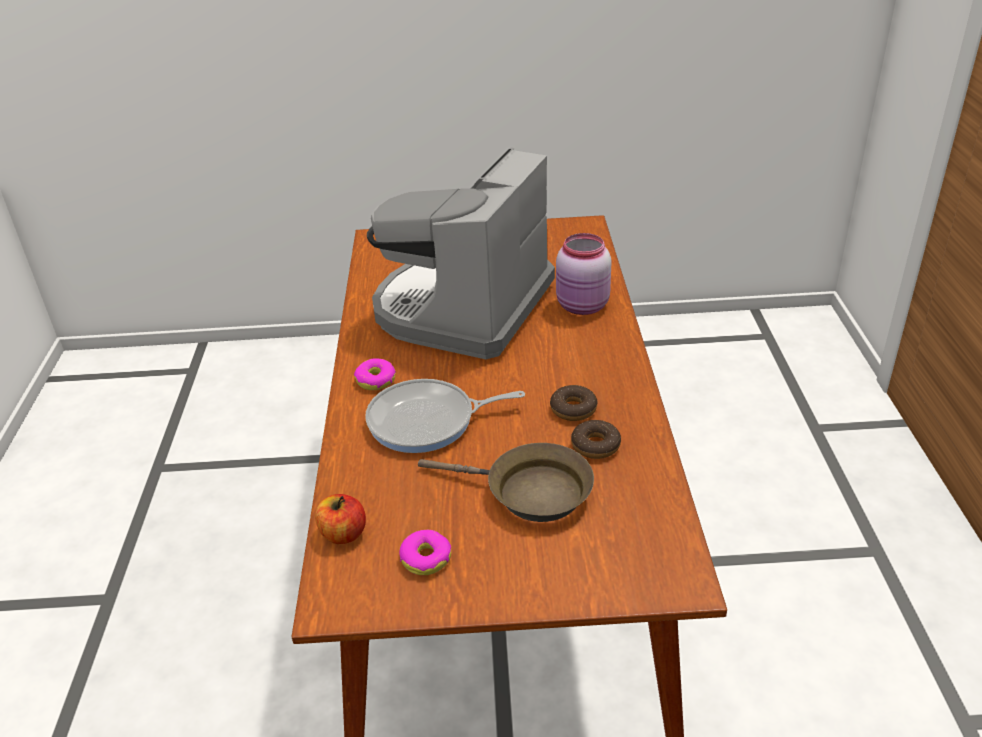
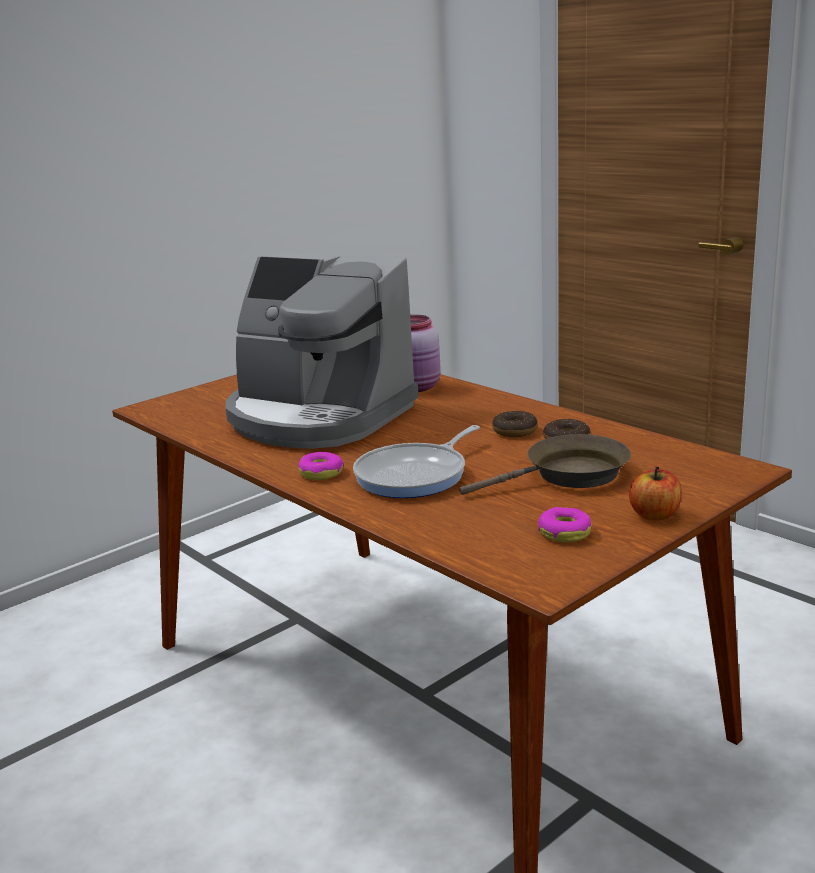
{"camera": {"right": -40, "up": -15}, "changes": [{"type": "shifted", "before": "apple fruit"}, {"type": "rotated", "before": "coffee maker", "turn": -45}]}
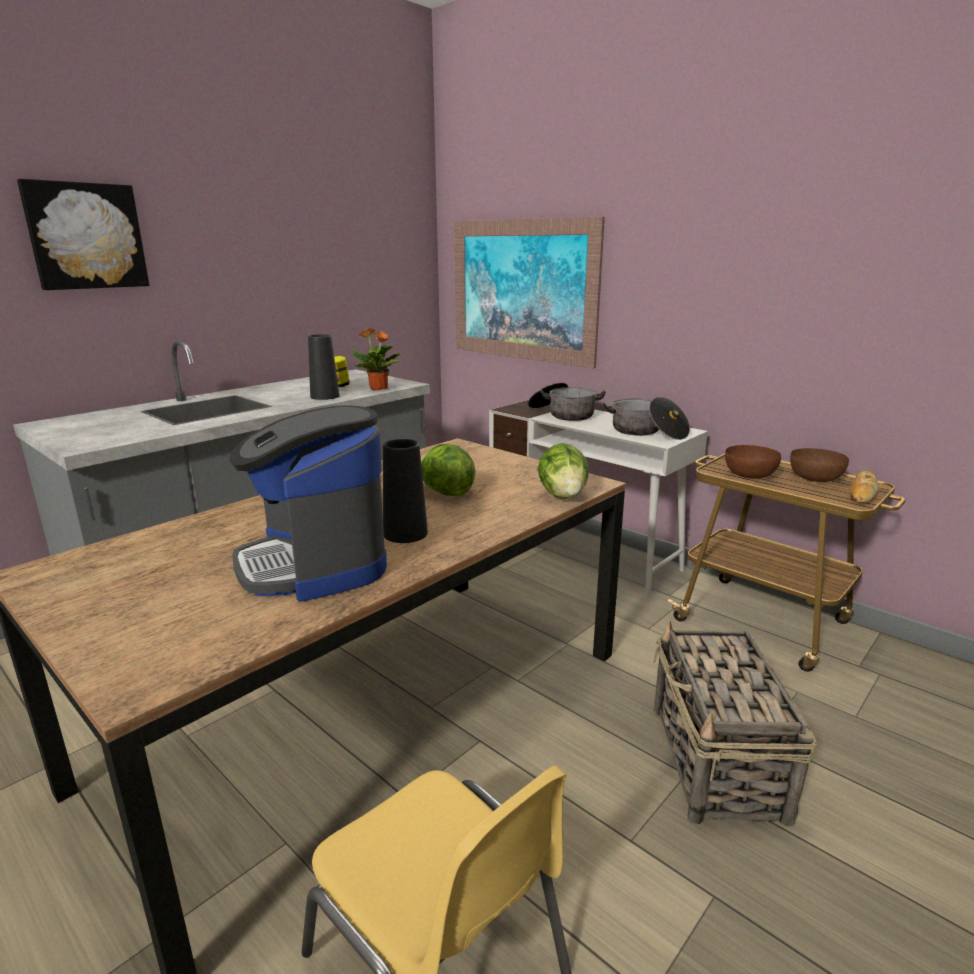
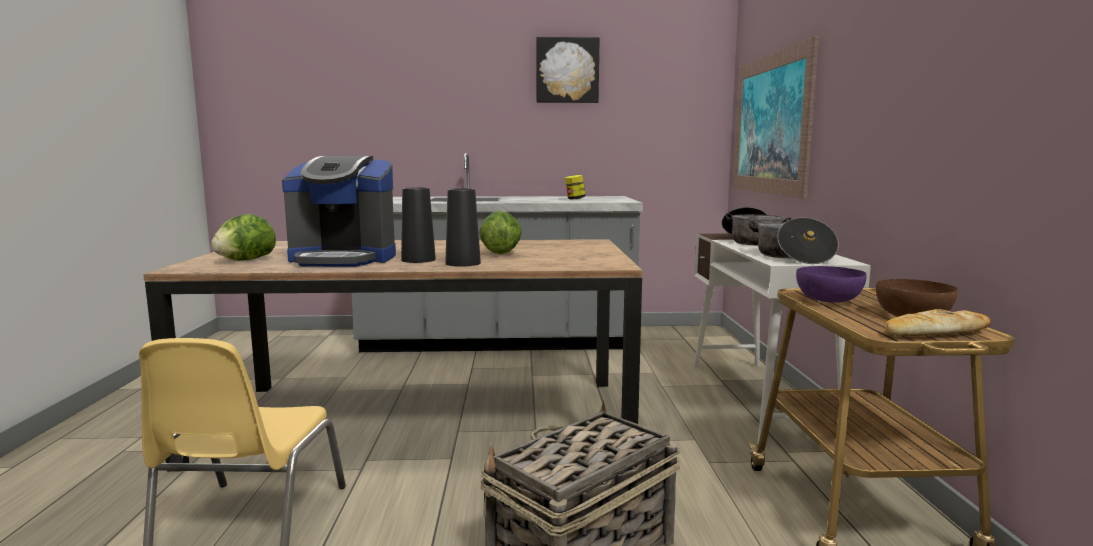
{"camera": {"right": 45, "up": -10}, "changes": [{"type": "gone", "before": "plant in a pot"}, {"type": "shifted", "before": "picture (no. 1 from left)"}, {"type": "shifted", "before": "black-coloured flower vase (no. 1 from left in the first image)", "after": "black-coloured flower vase (no. 2 from left)"}, {"type": "shifted", "before": "lettuce (no. 2 from left in the first image)", "after": "lettuce (no. 1 from left)"}, {"type": "repainted", "before": "brown-coloured bowl (no. 1 from left)", "after": "purple-coloured bowl"}, {"type": "rotated", "before": "coffee maker", "turn": -105}]}
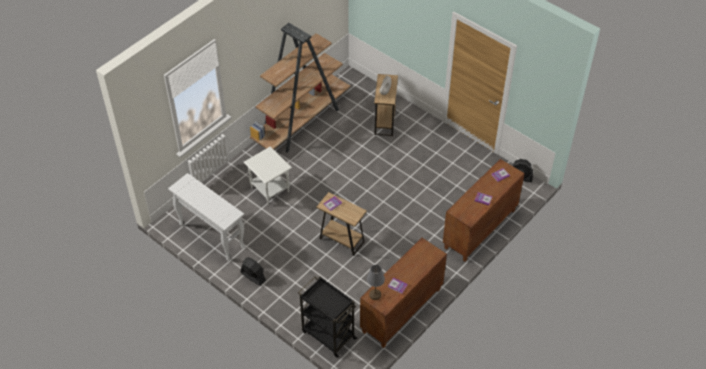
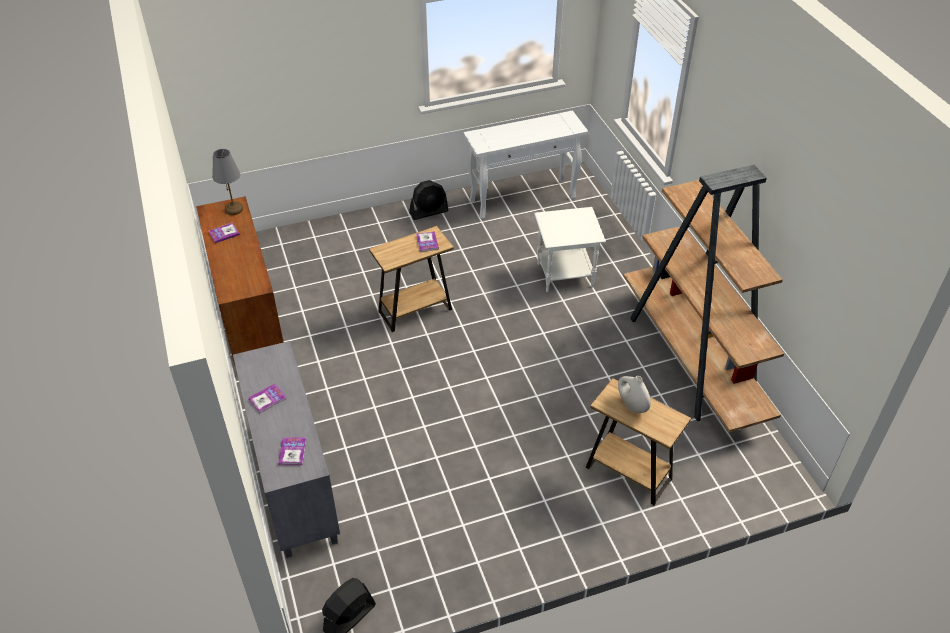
{"camera": {"right": 120, "up": -5}, "changes": [{"type": "gone", "before": "black-coloured cart"}, {"type": "repainted", "before": "brown-coloured cabinet (no. 2 from left)", "after": "greyish cabinet"}]}
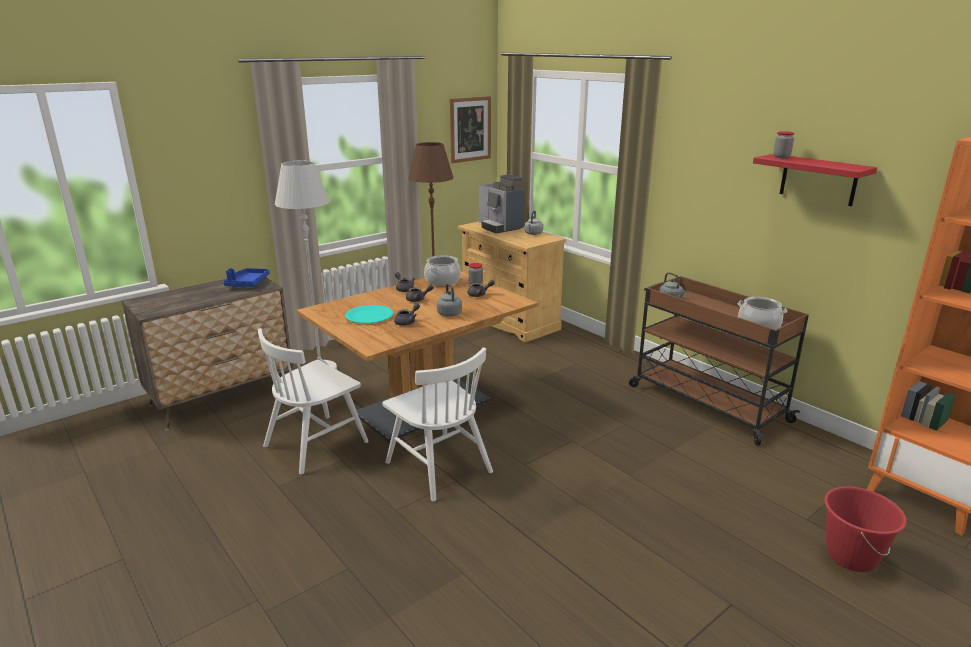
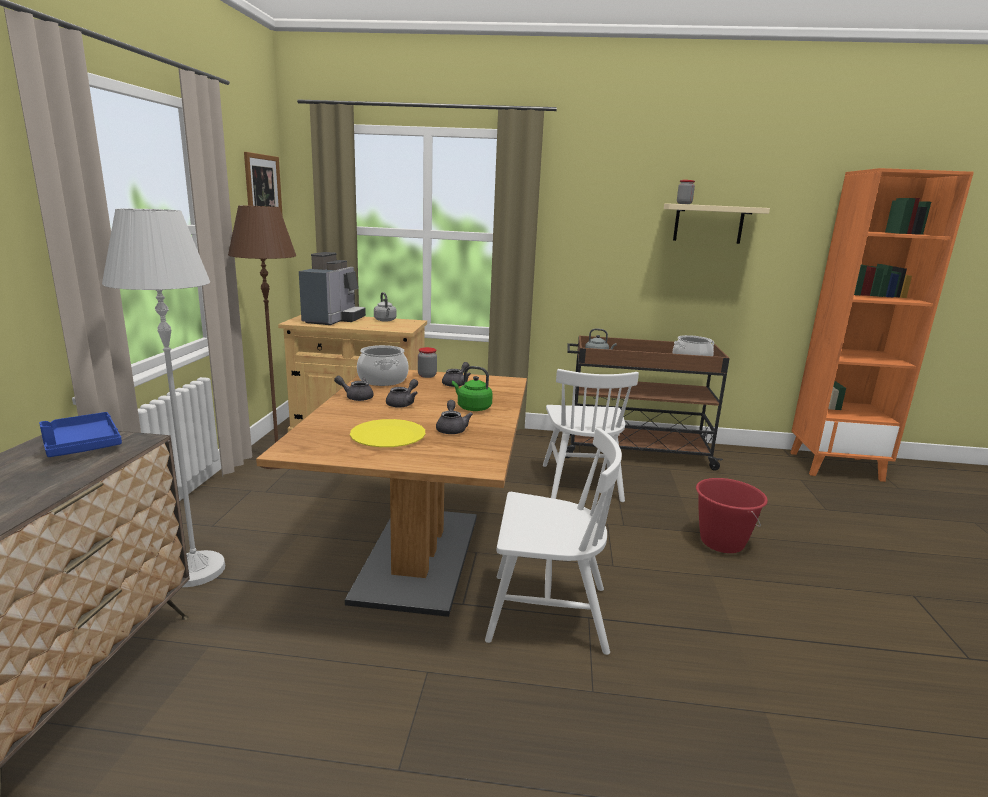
{"camera": {"right": -45, "up": -5}, "changes": [{"type": "shifted", "before": "white-coloured upright chair (no. 1 from left in the first image)", "after": "white-coloured upright chair (no. 2 from left)"}, {"type": "shifted", "before": "red water bucket"}, {"type": "repainted", "before": "turquoise-coloured plate", "after": "yellow plate"}, {"type": "repainted", "before": "greyish water kettle (no. 1 from left)", "after": "green water kettle"}, {"type": "repainted", "before": "red shelf", "after": "sand-coloured shelf"}, {"type": "rotated", "before": "coffee maker", "turn": -90}]}
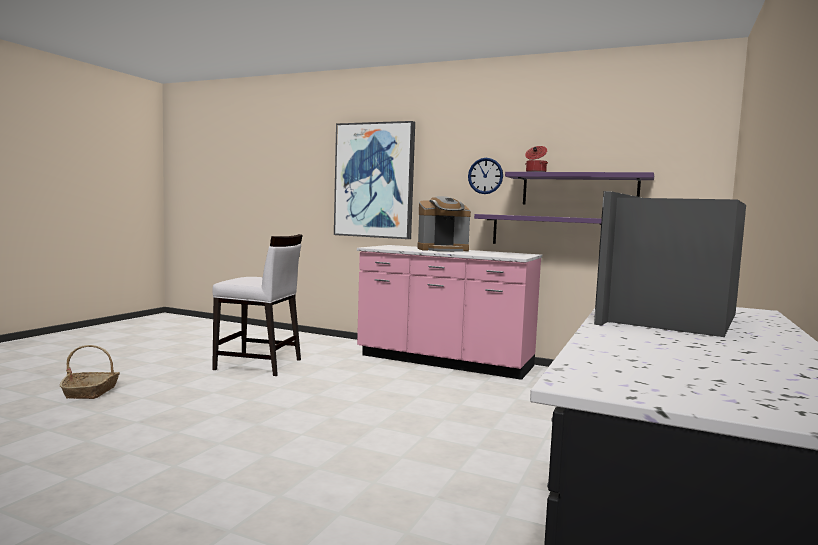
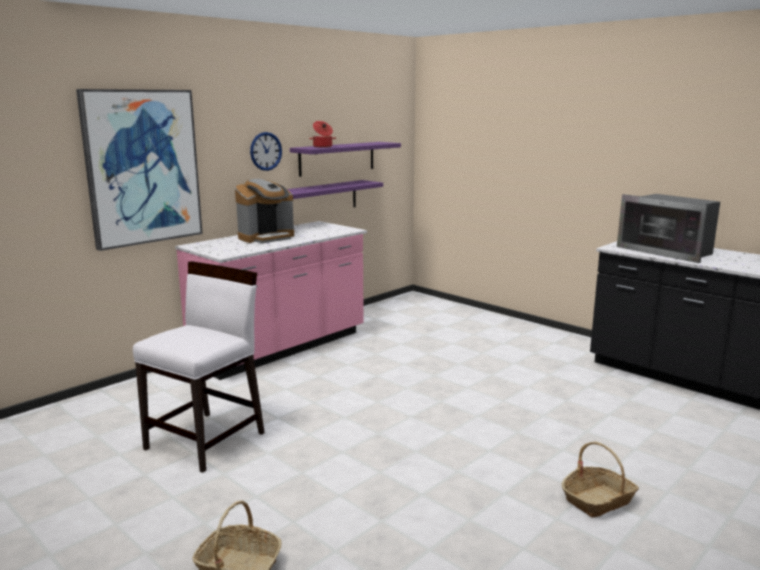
{"camera": {"right": -70, "up": 10}, "changes": [{"type": "new", "after": "household basket (no. 2 from left)"}, {"type": "rotated", "before": "coffee maker", "turn": 45}]}
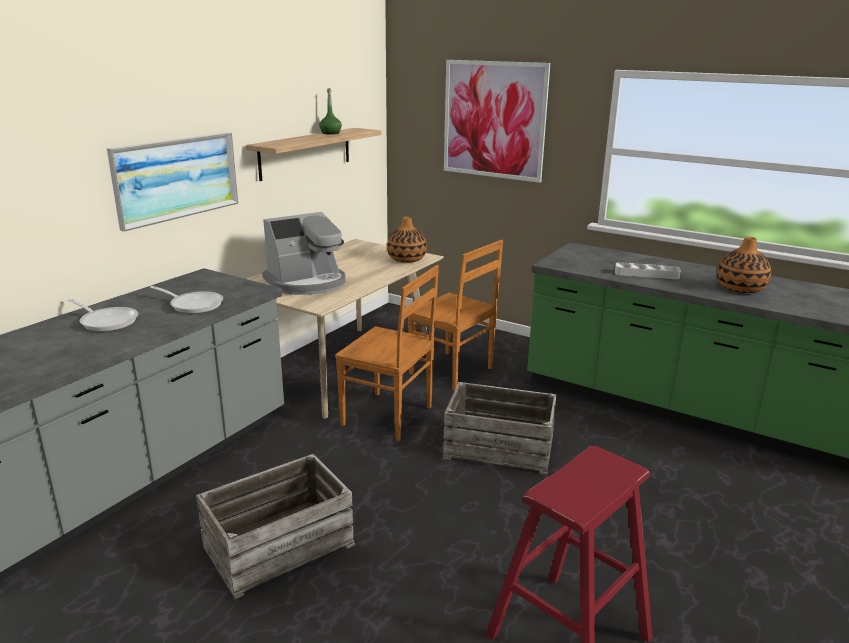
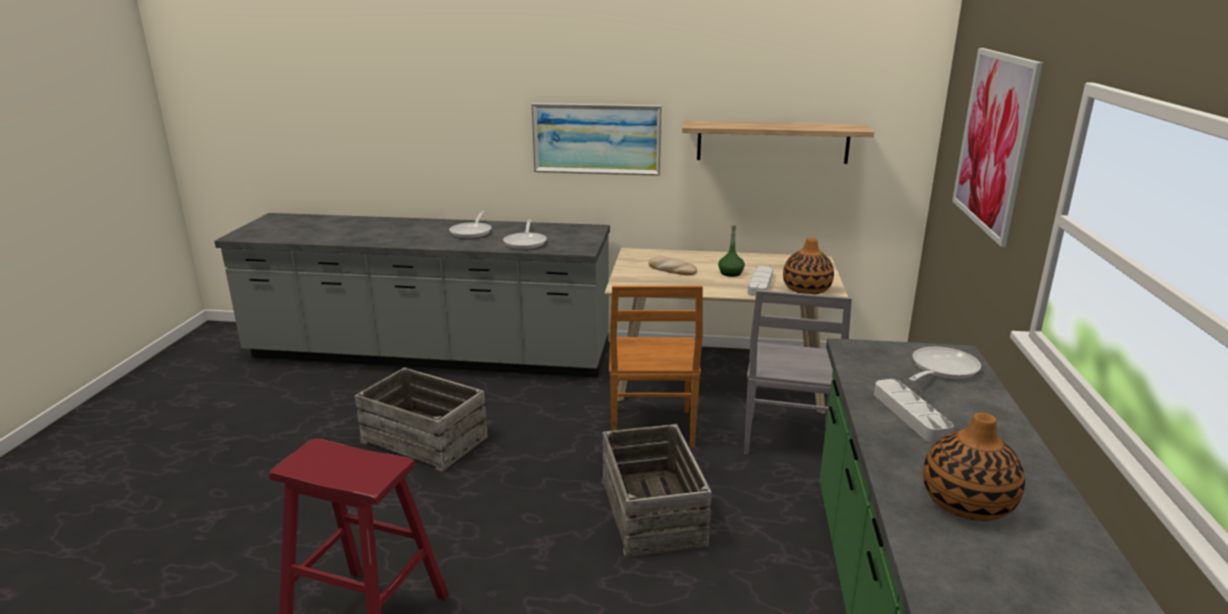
{"camera": {"right": 65, "up": 0}, "changes": [{"type": "new", "after": "greyish serving tray (no. 1 from left)"}, {"type": "new", "after": "pan (no. 3 from left)"}, {"type": "shifted", "before": "green beverage bottle"}, {"type": "swapped", "before": "coffee maker", "after": "baked bread"}, {"type": "repainted", "before": "brown-coloured upright chair (no. 2 from left)", "after": "greyish upright chair"}]}
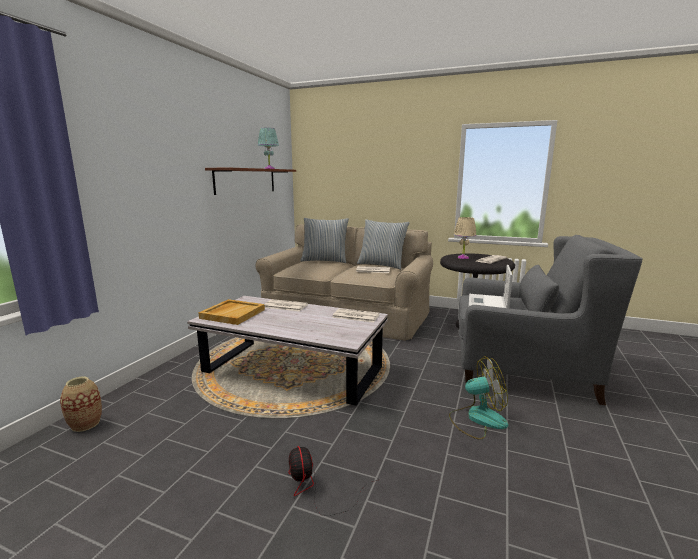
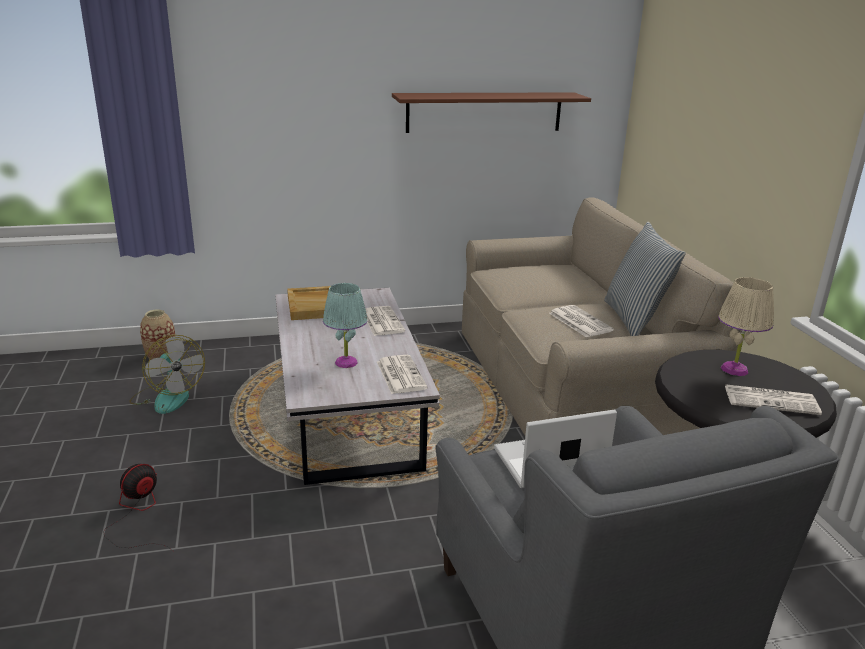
{"camera": {"right": 55, "up": 10}, "changes": [{"type": "gone", "before": "throw pillow (no. 1 from left)"}, {"type": "shifted", "before": "turquoise-coloured table lamp"}, {"type": "shifted", "before": "fan (no. 2 from left)"}]}
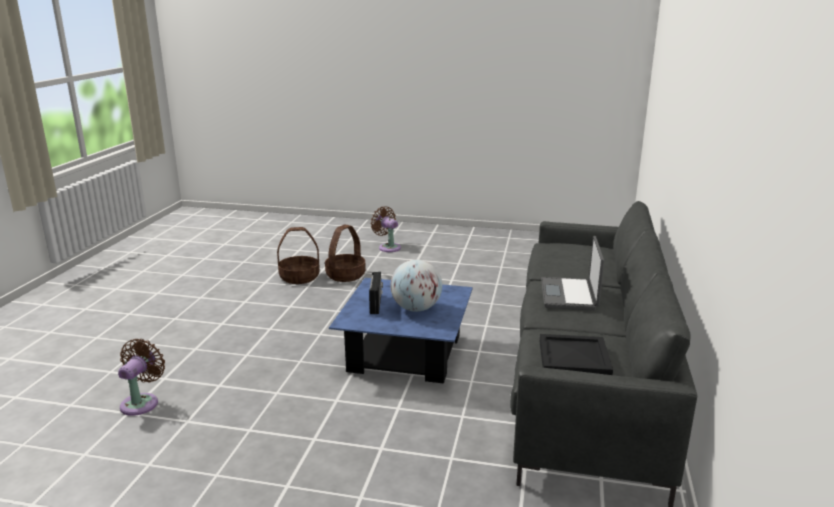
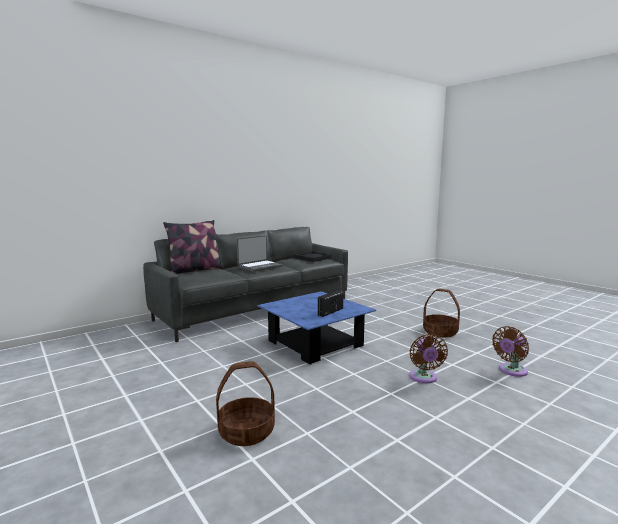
{"camera": {"right": -140, "up": -10}, "changes": [{"type": "gone", "before": "desk globe"}, {"type": "new", "after": "throw pillow"}, {"type": "shifted", "before": "household basket (no. 1 from left in the first image)", "after": "household basket (no. 2 from left)"}, {"type": "shifted", "before": "brown-coloured fan (no. 2 from left in the first image)", "after": "brown-coloured fan (no. 1 from left)"}]}
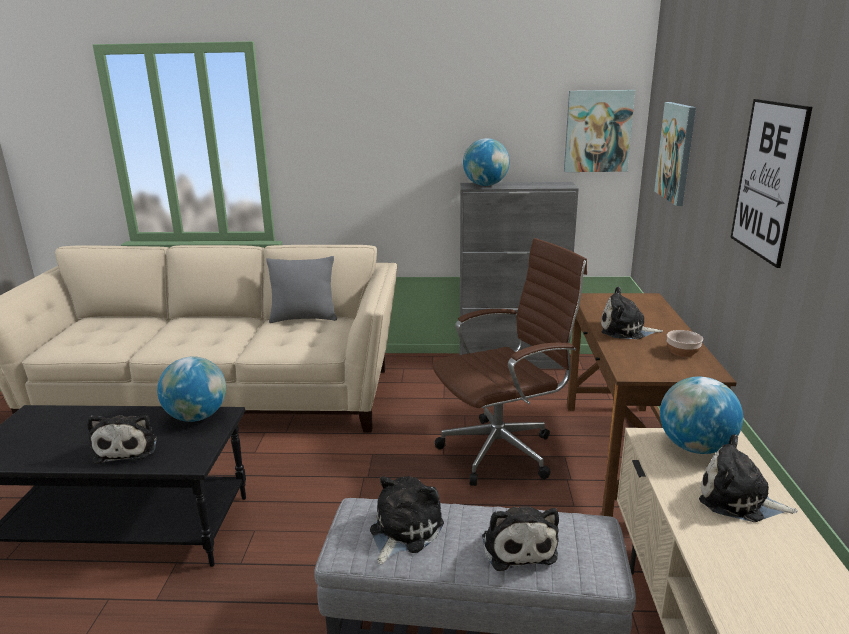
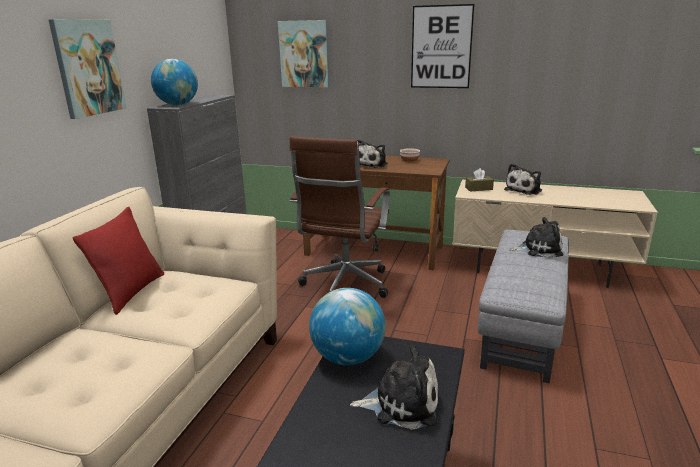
{"camera": {"right": -75, "up": 0}, "changes": [{"type": "gone", "before": "cuddly toy (no. 2 from left)"}, {"type": "shifted", "before": "picture (no. 1 from left)"}, {"type": "swapped", "before": "desk globe (no. 3 from left)", "after": "brown-coloured box of tissues"}, {"type": "repainted", "before": "greyish throw pillow", "after": "red throw pillow"}, {"type": "rotated", "before": "brown-coloured desk chair", "turn": -150}]}
